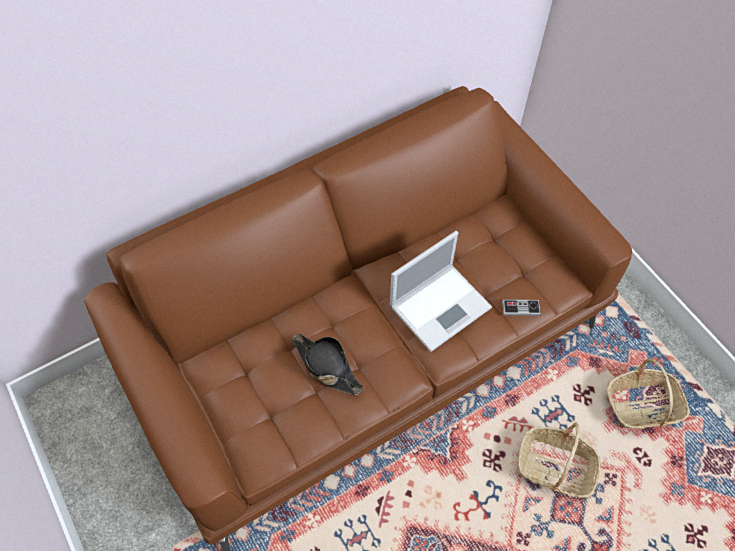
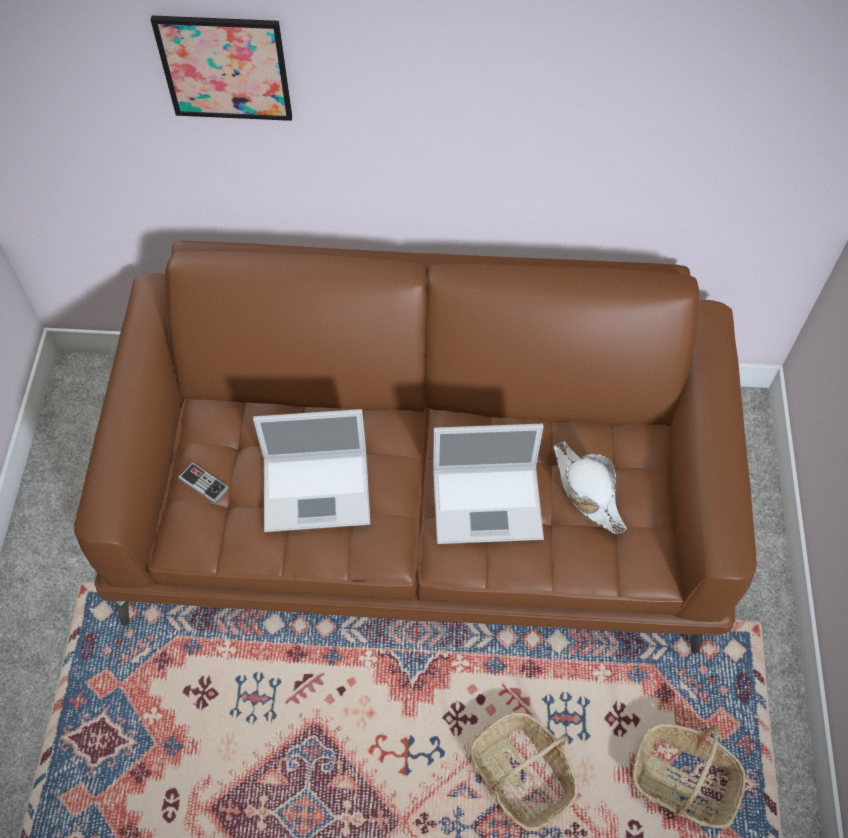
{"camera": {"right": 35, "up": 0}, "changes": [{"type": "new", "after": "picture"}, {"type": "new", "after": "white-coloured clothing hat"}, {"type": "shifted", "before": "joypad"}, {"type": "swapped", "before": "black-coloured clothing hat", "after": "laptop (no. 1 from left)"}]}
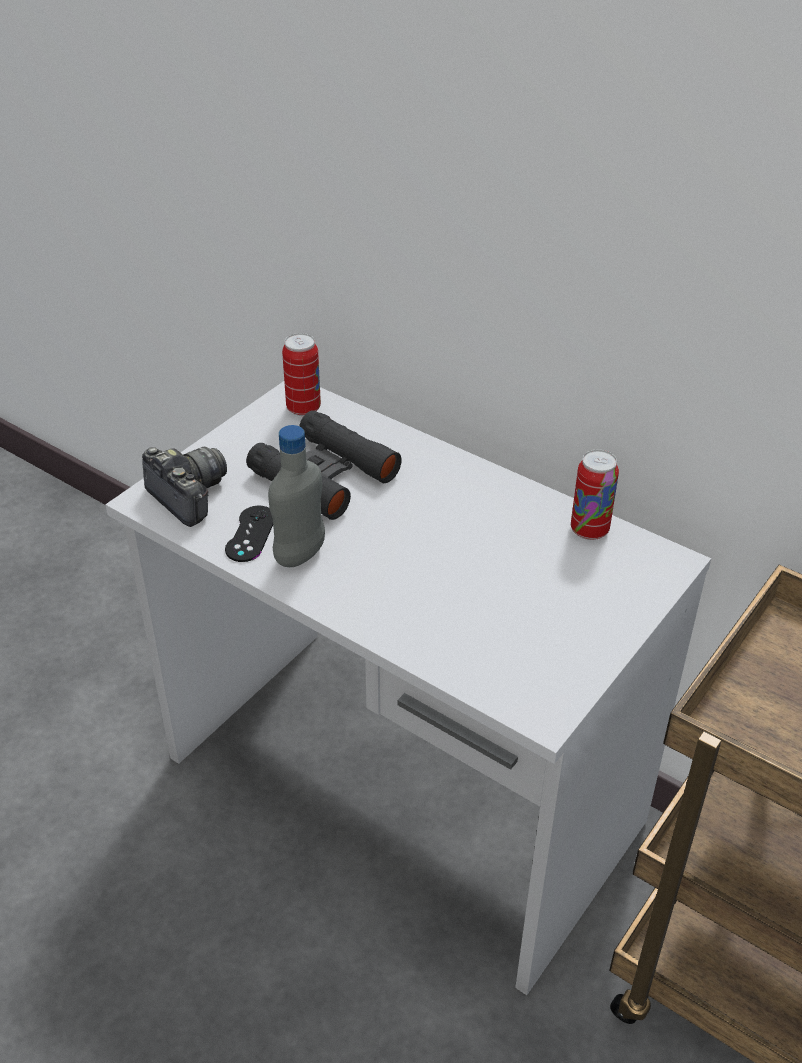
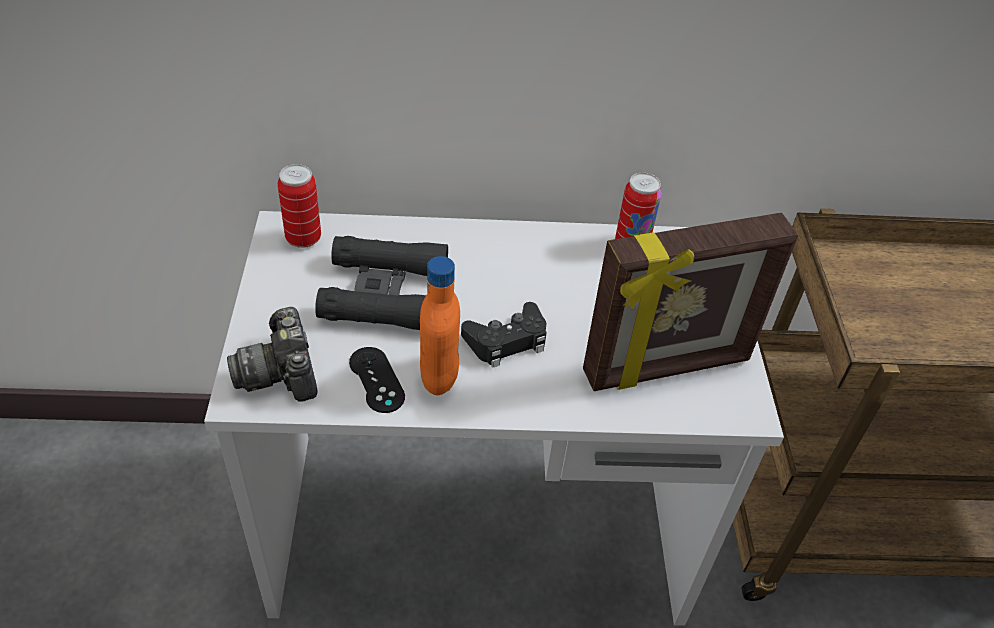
{"camera": {"right": -40, "up": 5}, "changes": [{"type": "new", "after": "black-coloured joypad (no. 2 from left)"}, {"type": "new", "after": "picture frame"}, {"type": "repainted", "before": "greyish beverage bottle", "after": "orangey beverage bottle"}, {"type": "rotated", "before": "still camera", "turn": -120}]}
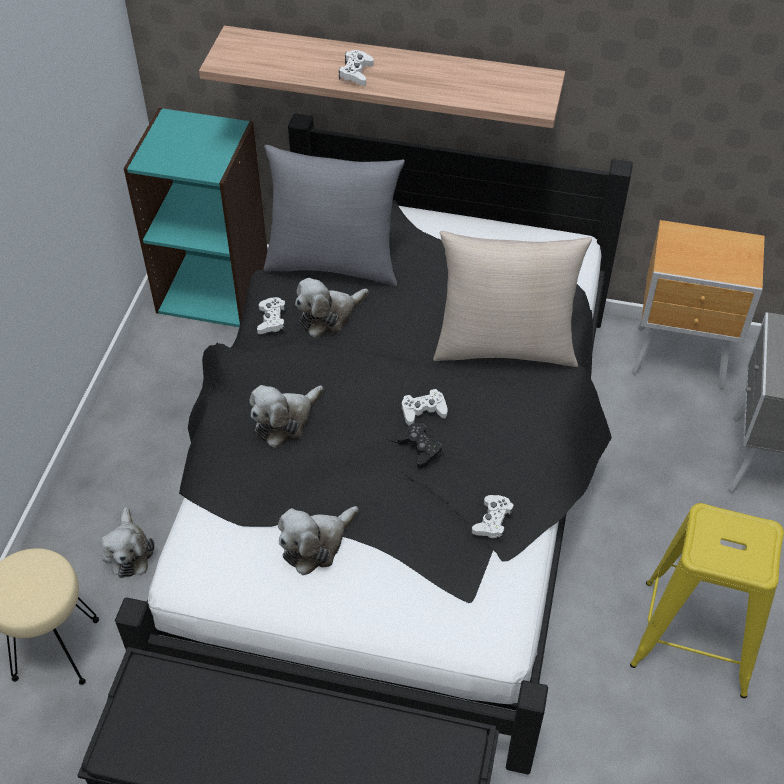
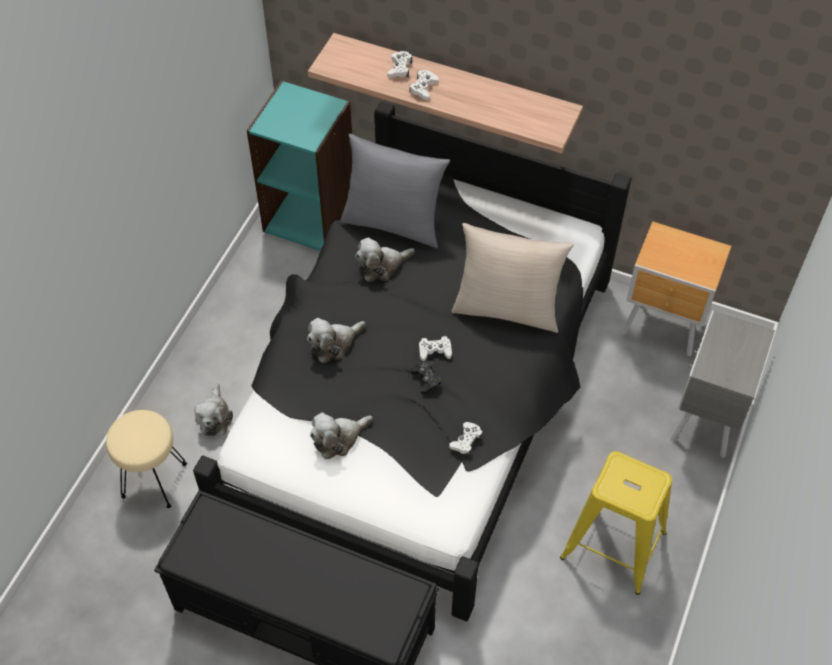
{"camera": {"right": 10, "up": 5}, "changes": [{"type": "shifted", "before": "white-coloured joypad (no. 1 from left)"}]}
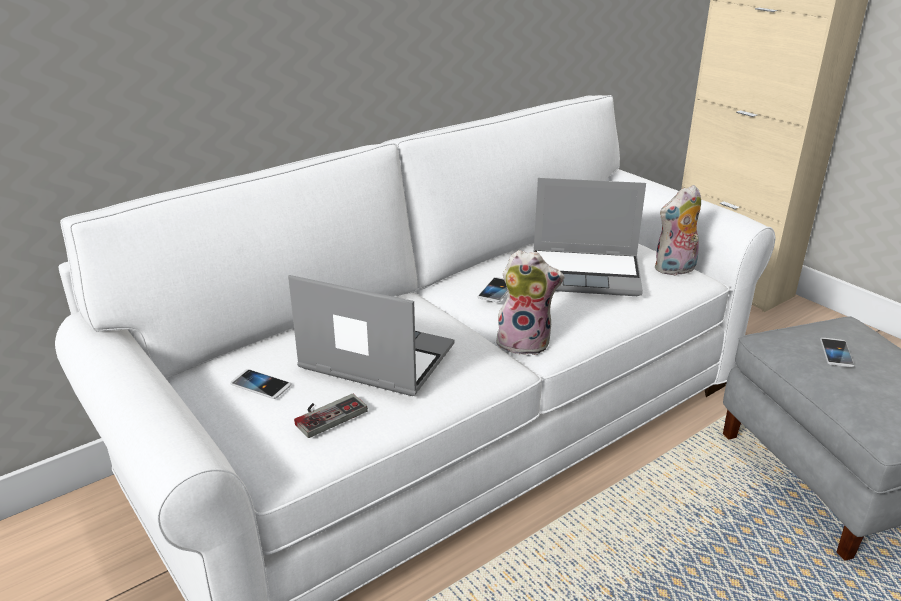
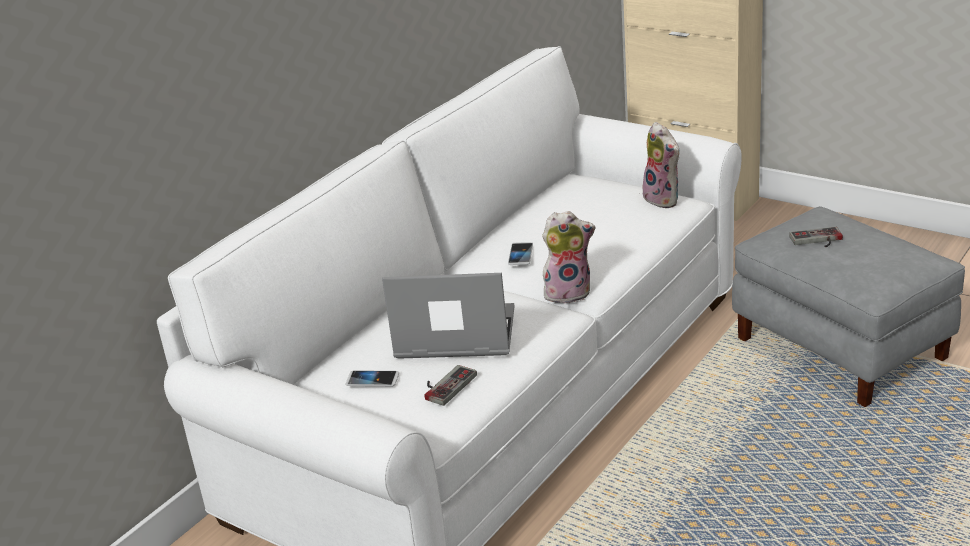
{"camera": {"right": -15, "up": 0}, "changes": [{"type": "gone", "before": "laptop (no. 2 from left)"}, {"type": "swapped", "before": "telephone (no. 3 from left)", "after": "joypad (no. 2 from left)"}, {"type": "rotated", "before": "cuddly toy (no. 2 from left)", "turn": -75}]}
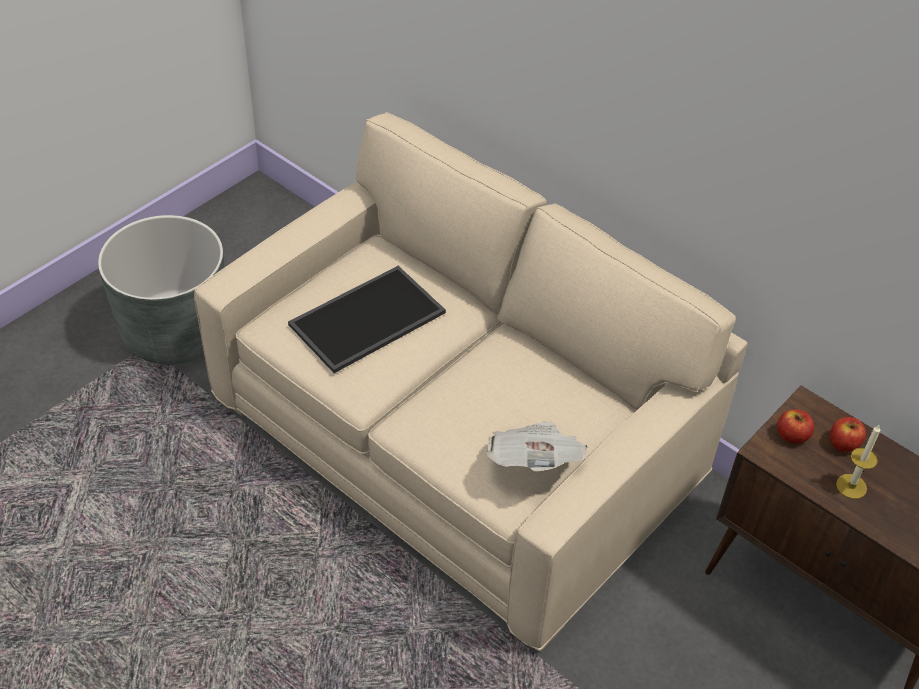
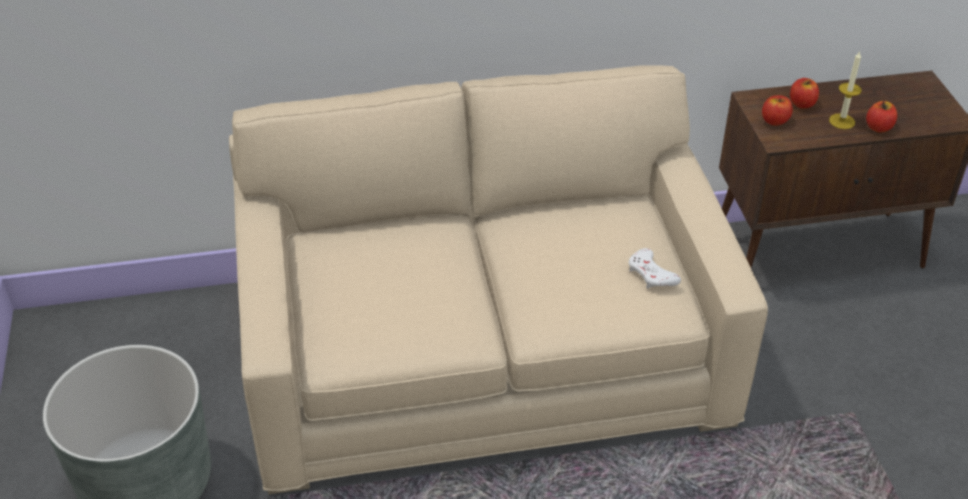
{"camera": {"right": -50, "up": -5}, "changes": [{"type": "gone", "before": "serving tray"}, {"type": "new", "after": "apple fruit (no. 3 from left)"}, {"type": "swapped", "before": "daily paper", "after": "white-coloured joypad"}]}
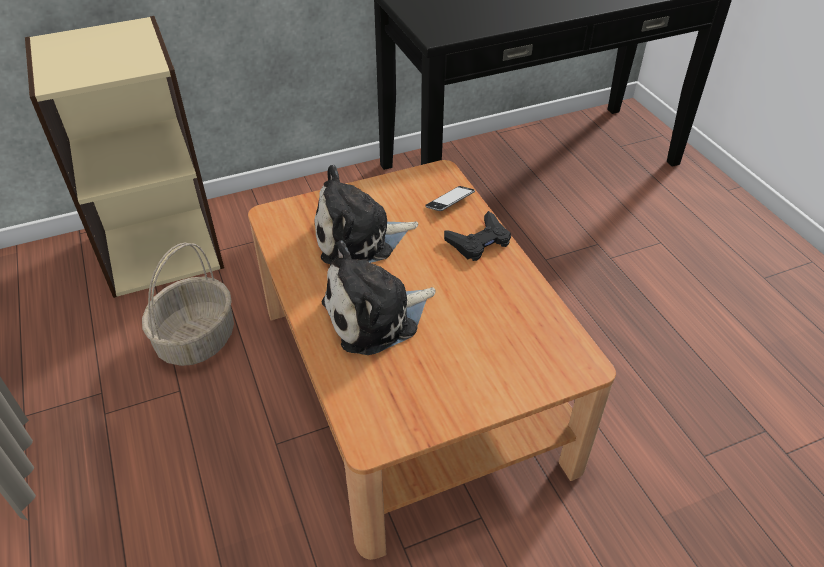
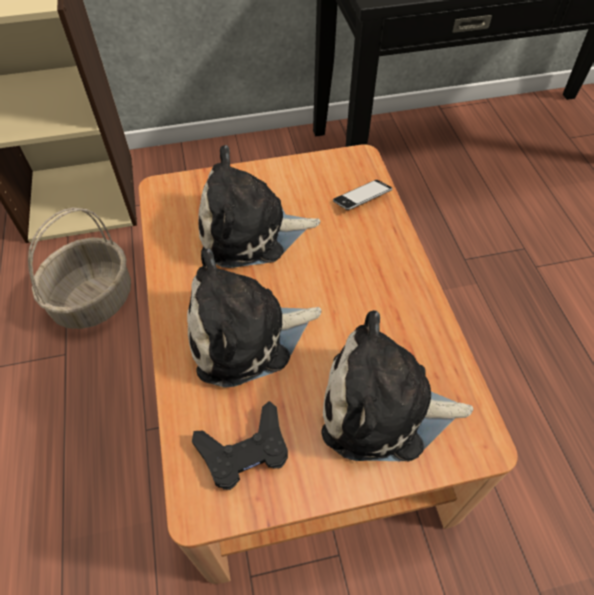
{"camera": {"right": 10, "up": 10}, "changes": [{"type": "new", "after": "cuddly toy (no. 3 from left)"}, {"type": "shifted", "before": "black-coloured joypad"}]}
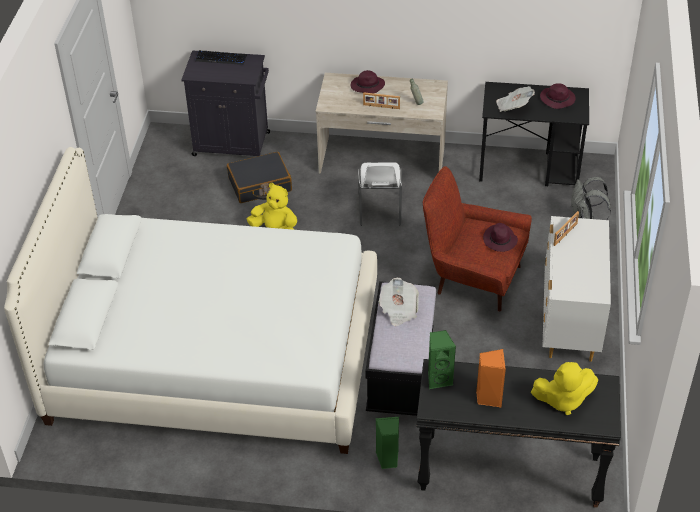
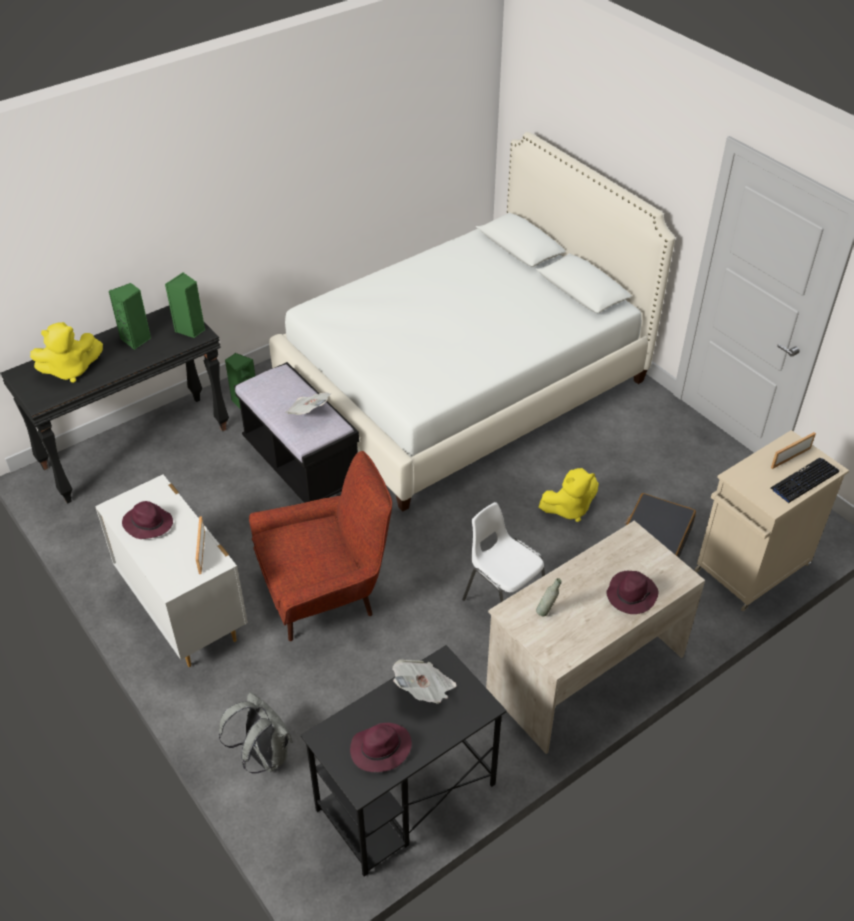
{"camera": {"right": 135, "up": 0}, "changes": [{"type": "shifted", "before": "picture frame (no. 1 from left in the first image)", "after": "picture frame (no. 2 from left)"}, {"type": "shifted", "before": "purple-coloured clothing hat (no. 2 from left in the first image)", "after": "purple-coloured clothing hat (no. 1 from left)"}, {"type": "repainted", "before": "black-coloured cabinet", "after": "sand-coloured cabinet"}, {"type": "repainted", "before": "orangey audio speaker", "after": "green audio speaker (no. 1 from left)"}, {"type": "rotated", "before": "yellow cuddly toy (no. 2 from left in the first image)", "turn": -150}]}
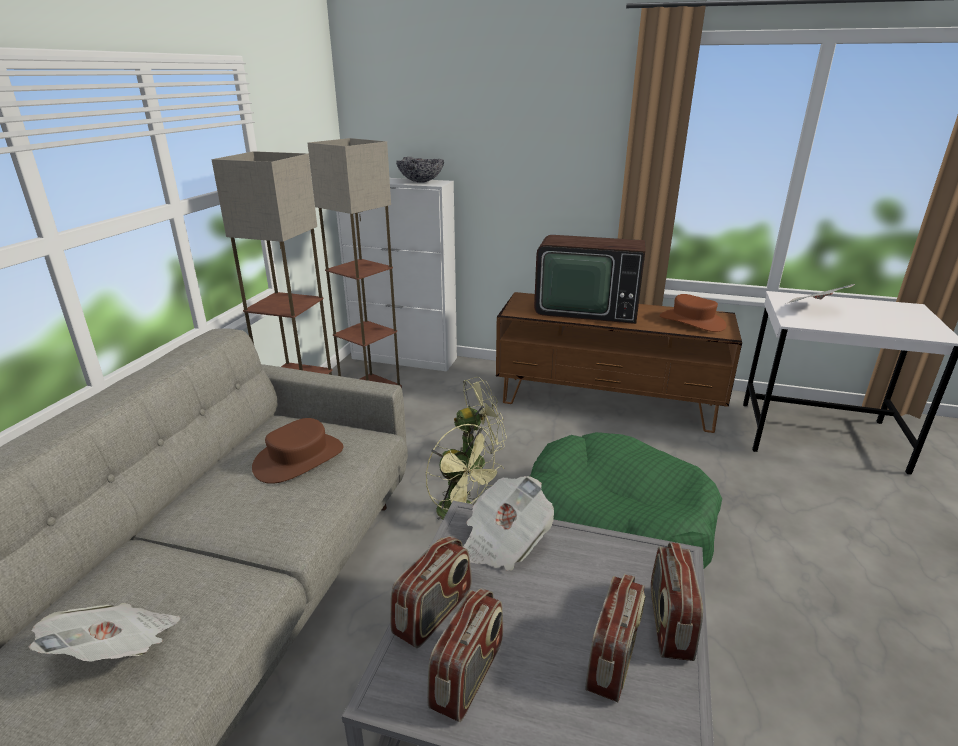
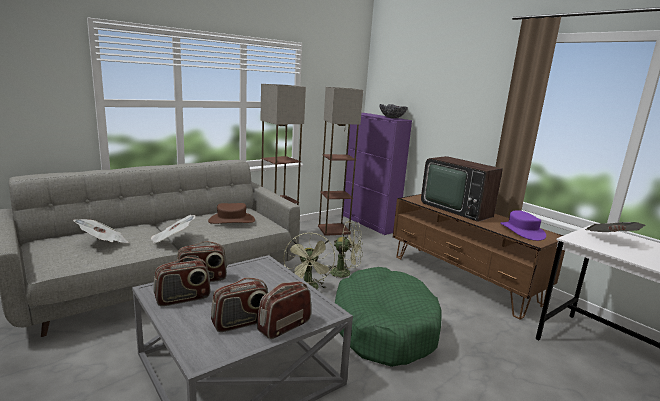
{"camera": {"right": 35, "up": -10}, "changes": [{"type": "shifted", "before": "daily paper (no. 2 from left)"}, {"type": "repainted", "before": "white-coloured cabinet", "after": "purple-coloured cabinet"}, {"type": "repainted", "before": "brown-coloured clothing hat (no. 2 from left)", "after": "purple-coloured clothing hat"}]}
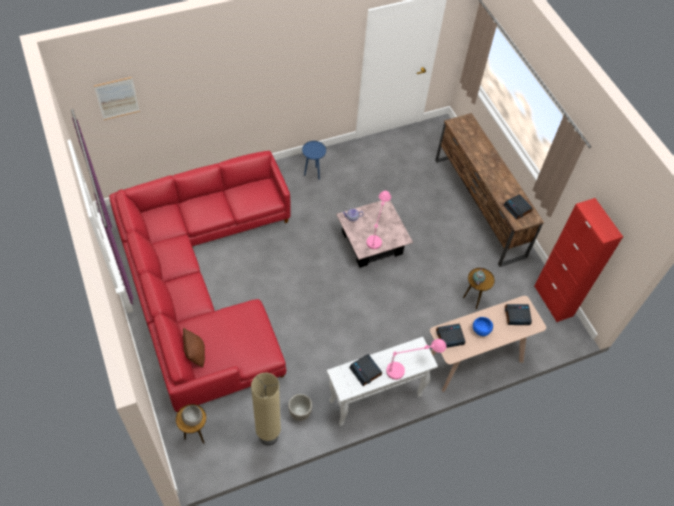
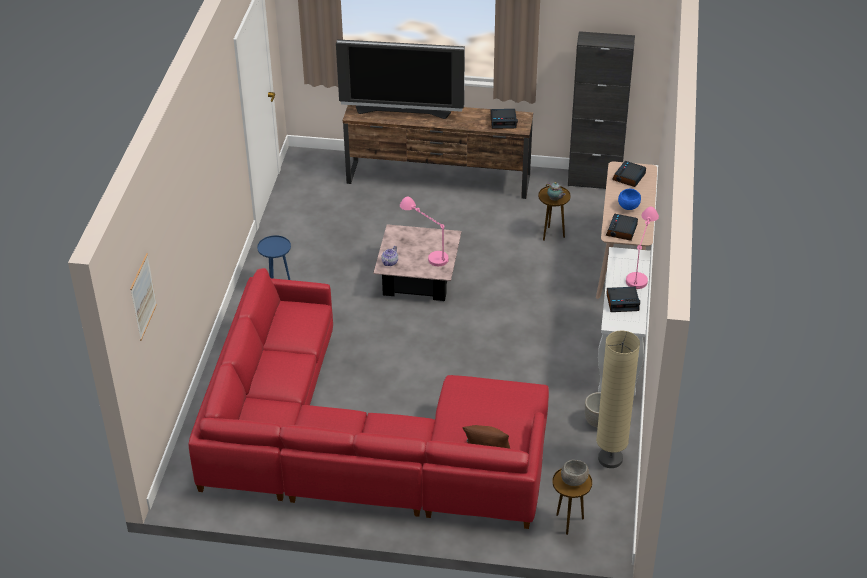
{"camera": {"right": -55, "up": -15}, "changes": [{"type": "new", "after": "television"}, {"type": "repainted", "before": "red cabinet", "after": "black-coloured cabinet"}]}
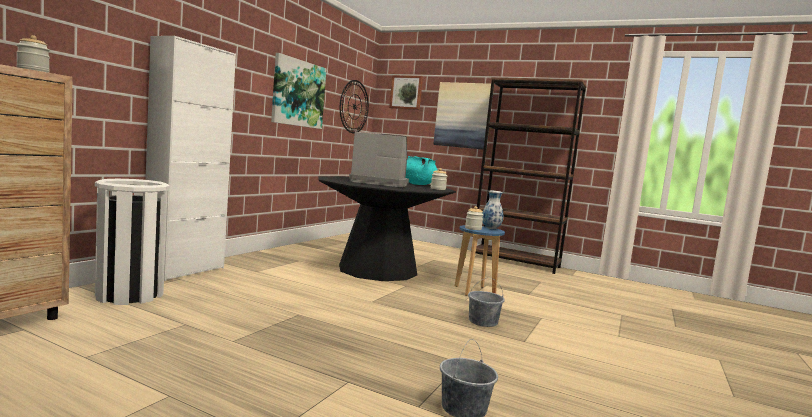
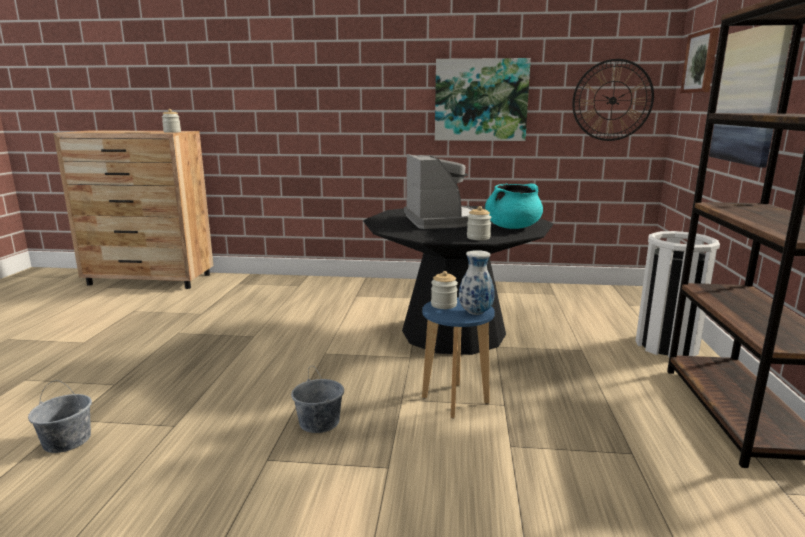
{"camera": {"right": 70, "up": 10}, "changes": [{"type": "gone", "before": "white-coloured cabinet"}, {"type": "shifted", "before": "white-coloured trash can"}]}
